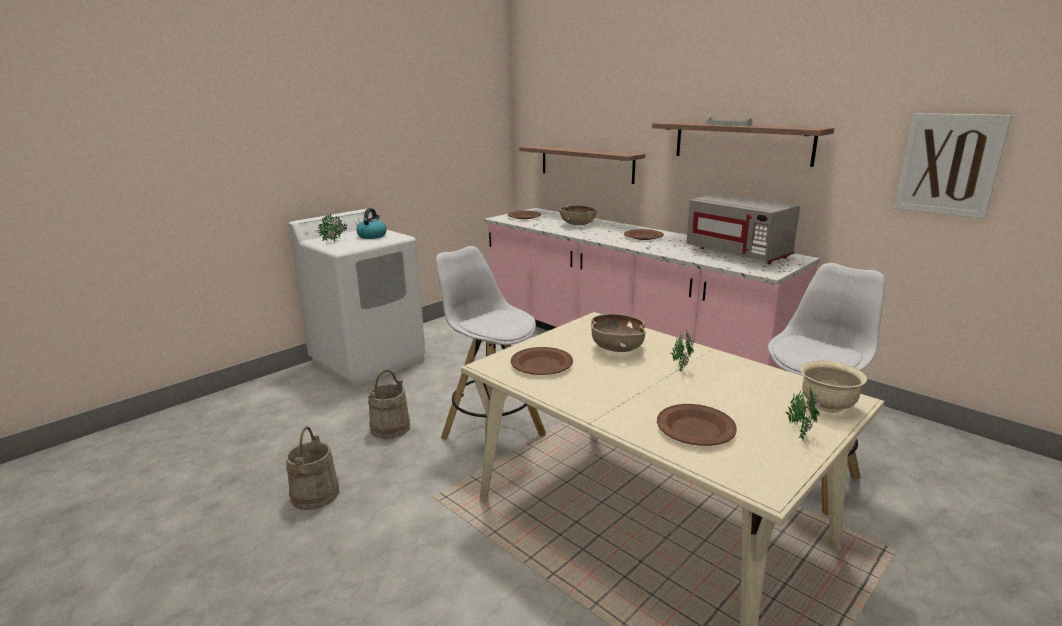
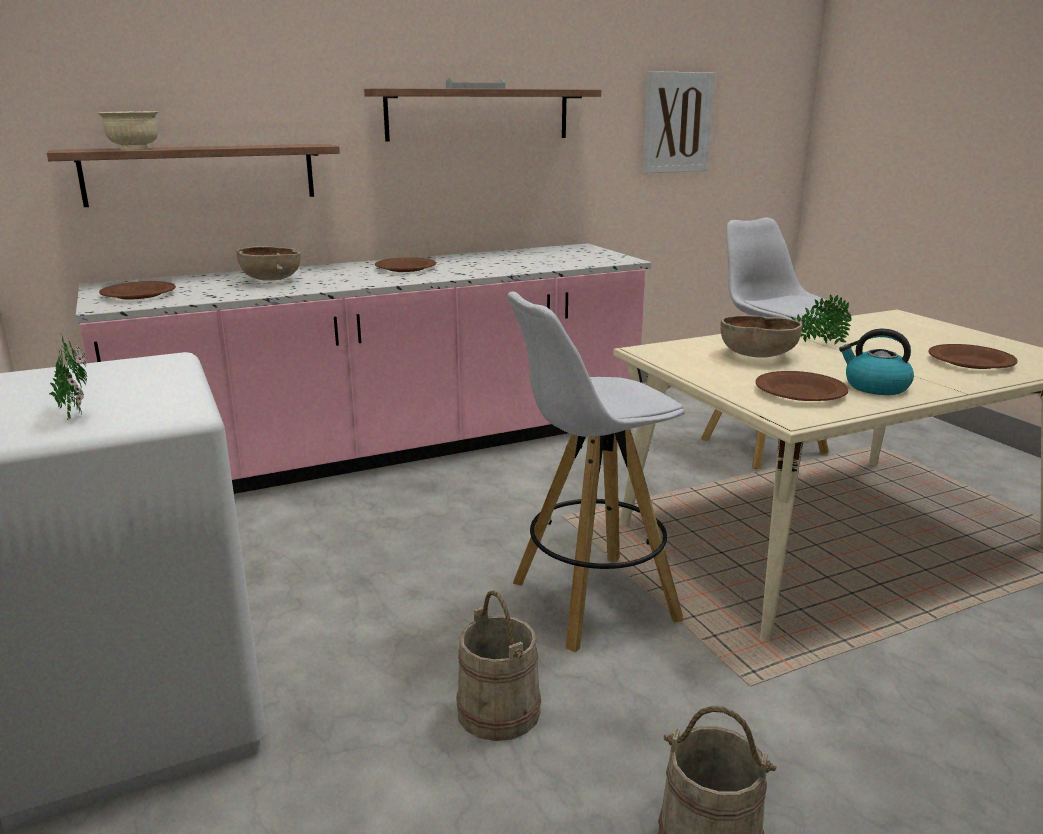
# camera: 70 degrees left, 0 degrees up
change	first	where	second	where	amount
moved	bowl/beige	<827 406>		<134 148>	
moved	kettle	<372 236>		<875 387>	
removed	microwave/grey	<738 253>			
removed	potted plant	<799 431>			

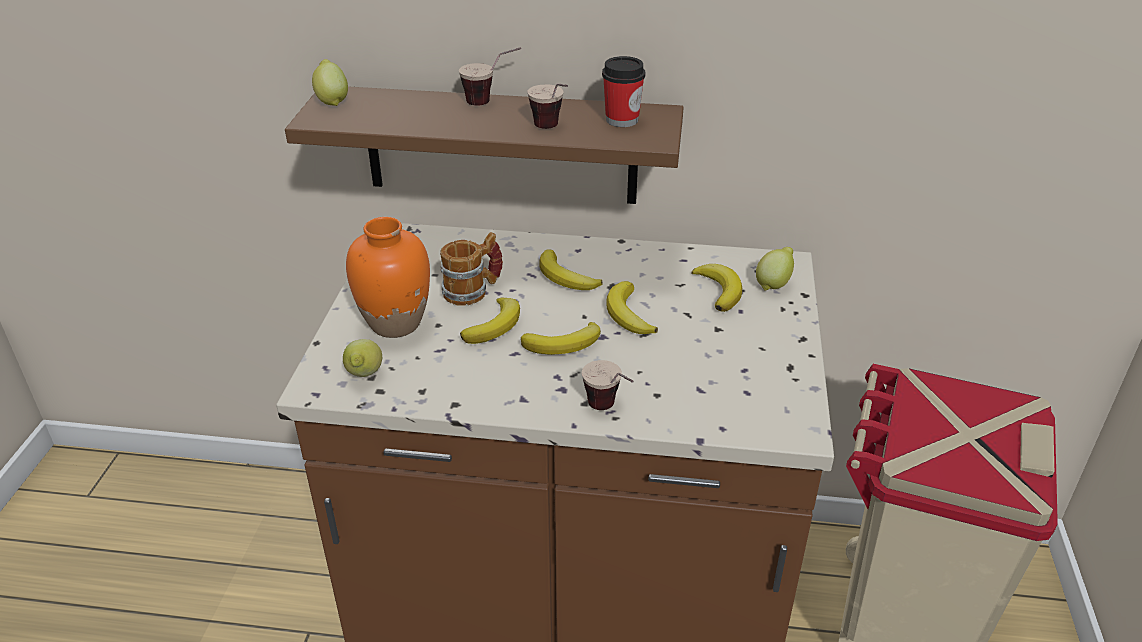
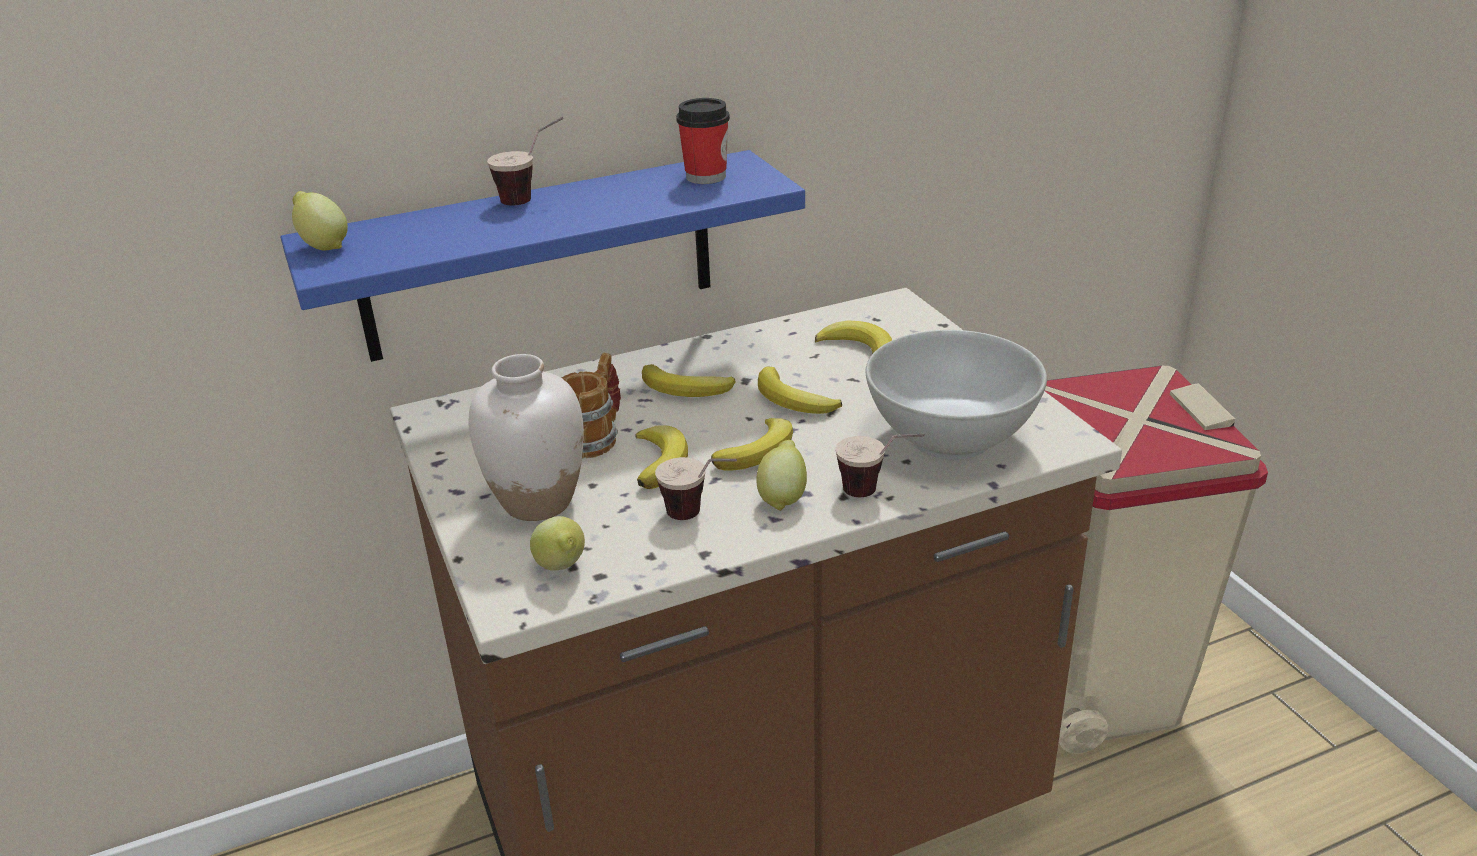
# camera: 30 degrees left, 5 degrees down
change	first	where	second	where	amount
recoloured	shelf/brown	<501 145>	shelf/blue	<538 257>	
recoloured	vase/orange	<395 323>	vase/white	<537 501>	
moved	cup	<552 130>		<700 517>	
moved	lemon	<773 284>		<783 498>	
added			bowl/white	<951 439>	

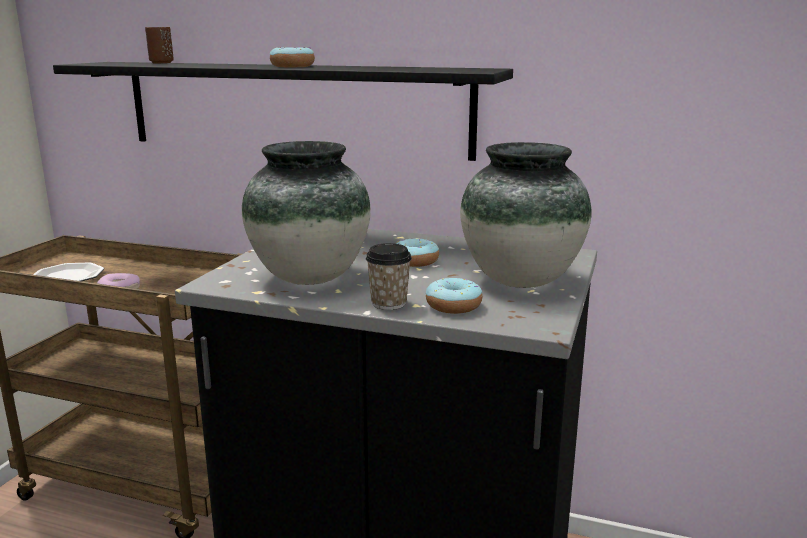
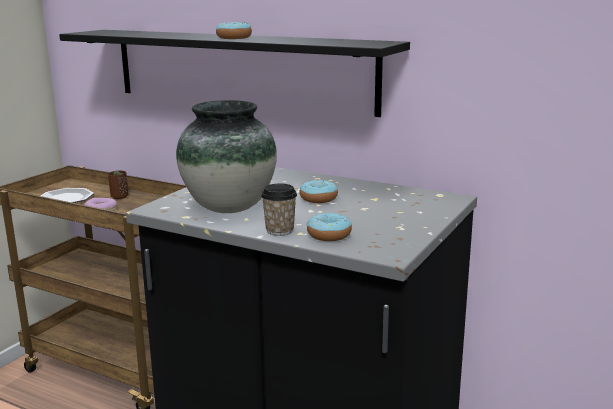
# camera: 10 degrees right, 0 degrees up
change	first	where	second	where	amount
moved	cup/brown	<161 63>		<119 197>	
removed	vase	<519 280>			

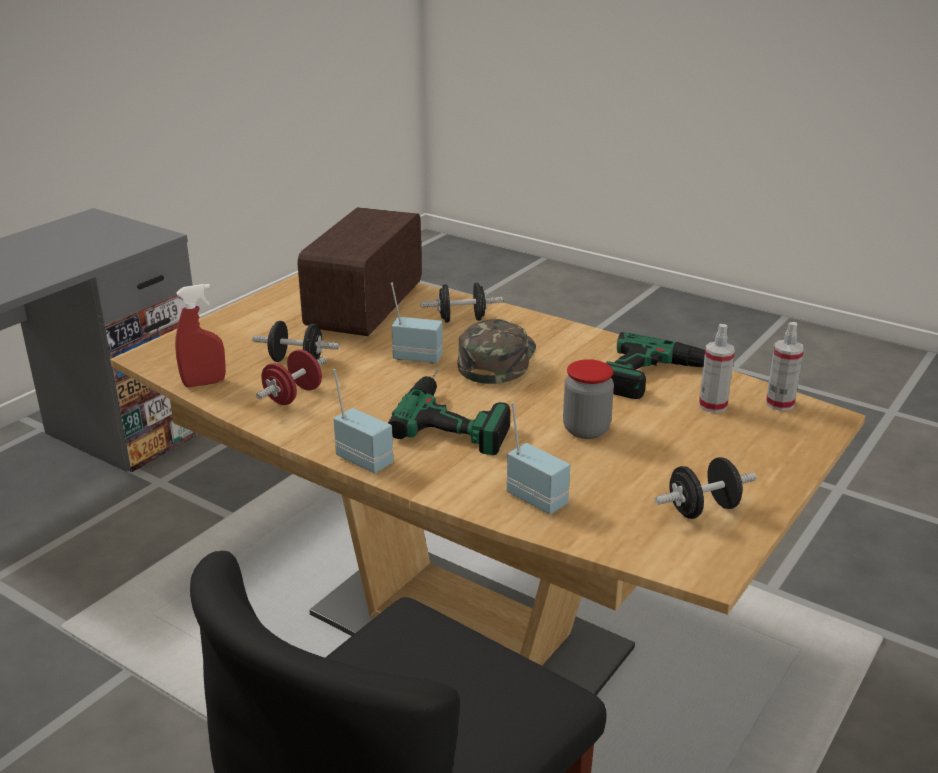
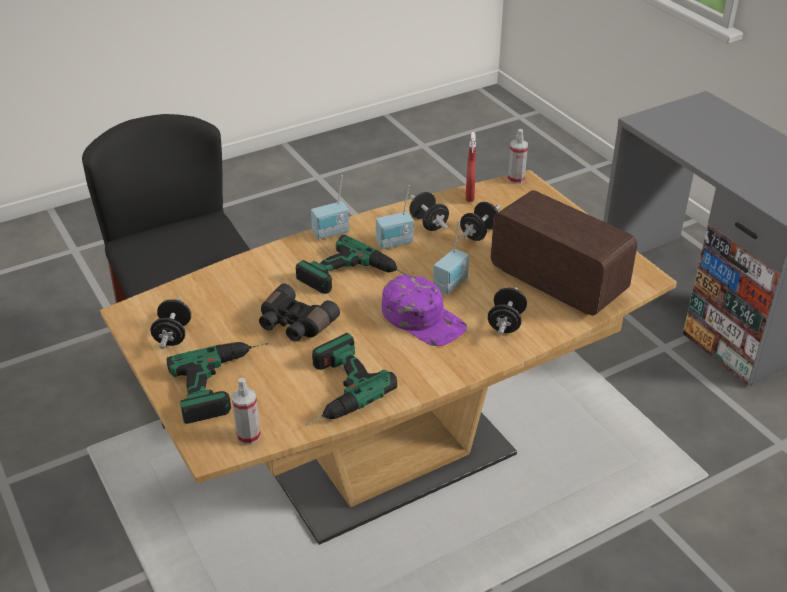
# camera: 115 degrees right, 10 degrees up
change	first	where	second	where	amount
added			power drill	<226 382>	
replaced	jar	<586 430>	binoculars/black	<294 324>	
moved	radio	<538 498>		<395 243>	
recoloured	cap/green	<496 359>	cap/purple	<423 319>	
recoloured	dumbbell/red	<293 396>	dumbbell/black	<428 223>	
moved	spray bottle	<712 406>		<516 179>	

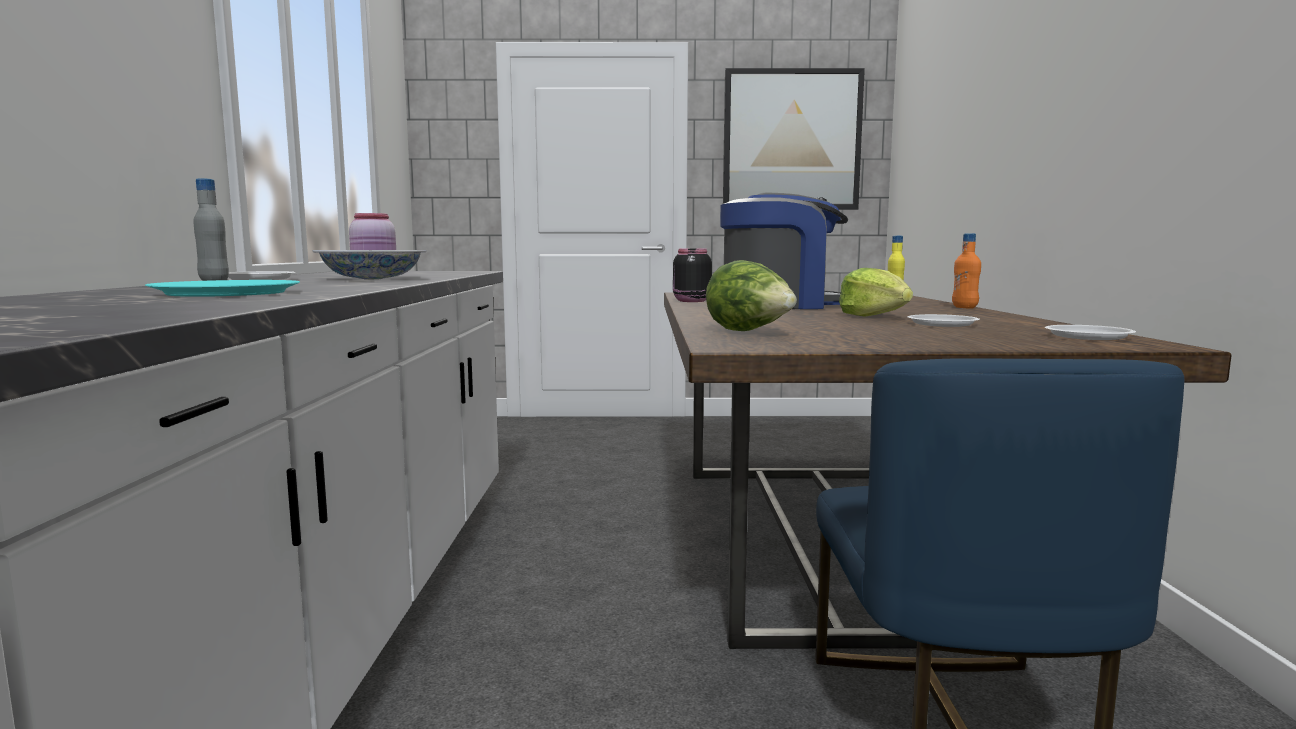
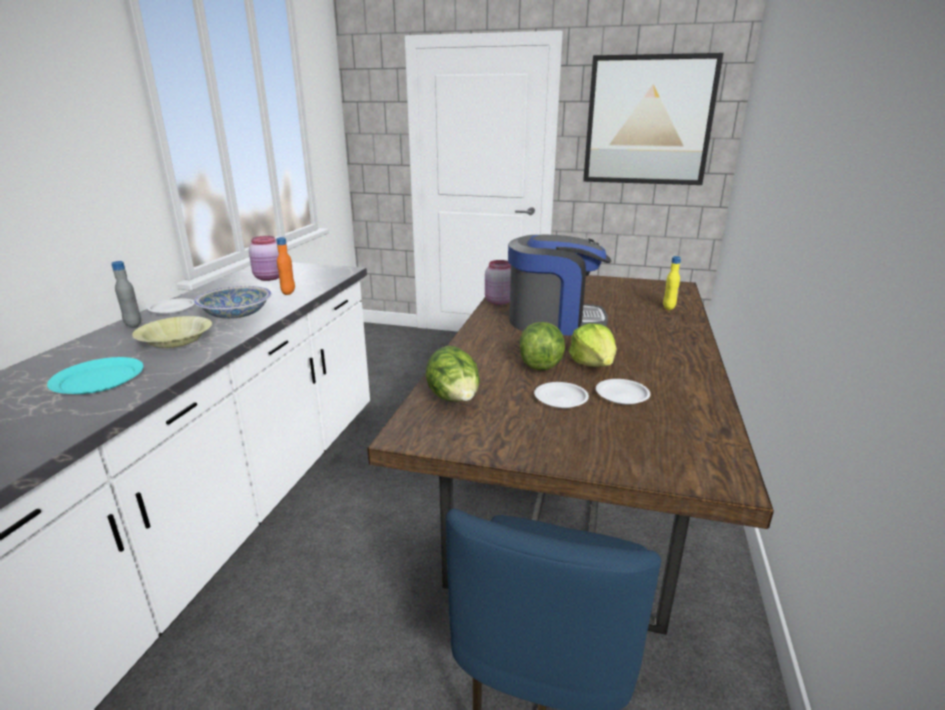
# camera: 15 degrees right, 15 degrees up
change	first	where	second	where	amount
added			bowl/yellow	<176 341>	
moved	bottle/orange	<964 307>		<288 292>	
recoloured	jar/black	<690 301>	jar/pink	<498 301>	
added			lettuce	<540 363>	
moved	plate/white	<1087 337>		<560 398>	

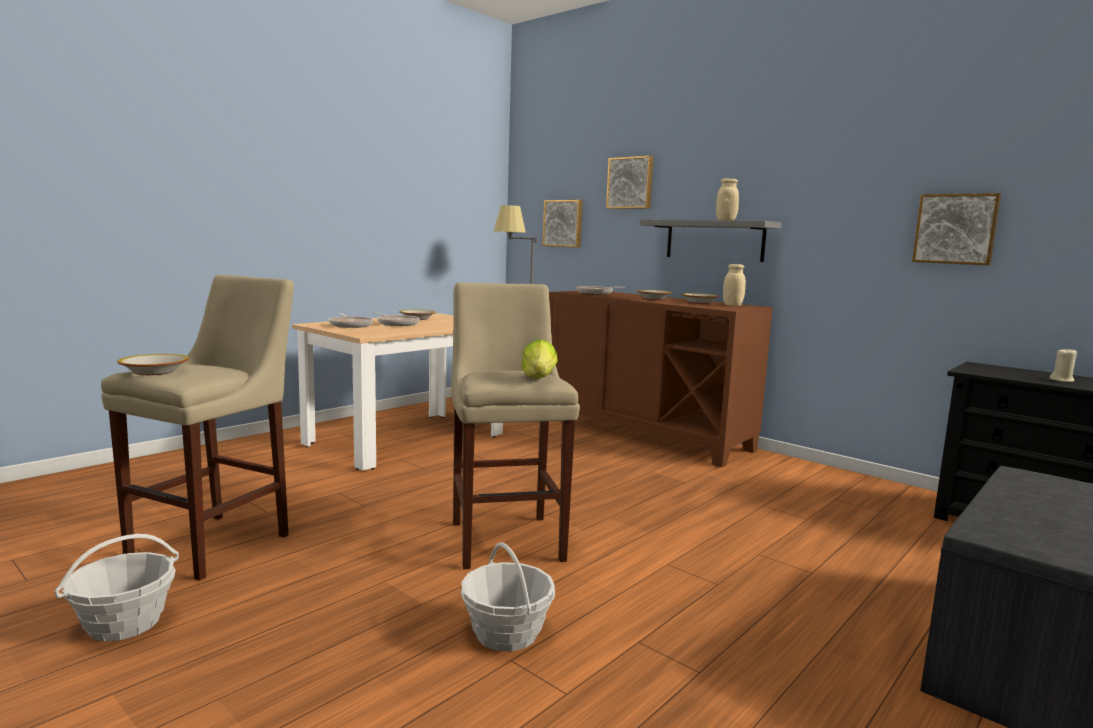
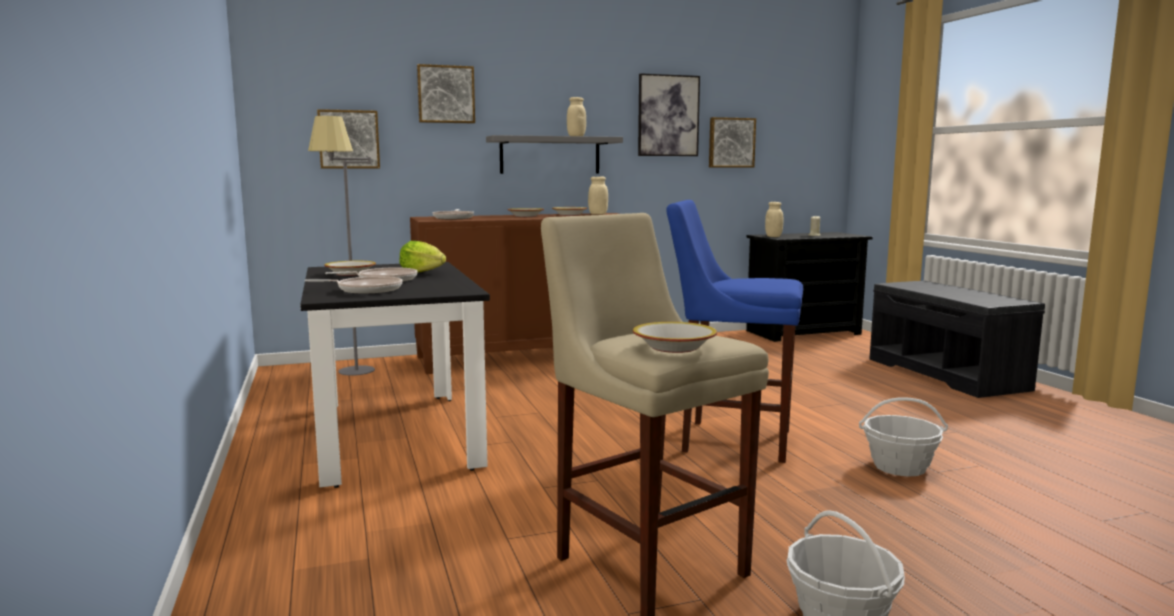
# camera: 60 degrees left, 0 degrees up
change	first	where	second	where	amount
recoloured	dining table/beige	<405 440>	dining table/black	<395 435>	
moved	lettuce	<539 379>		<422 272>	
added			picture	<668 115>	
recoloured	stool/beige	<506 538>	stool/blue	<730 440>	
added			jar/beige	<773 236>	

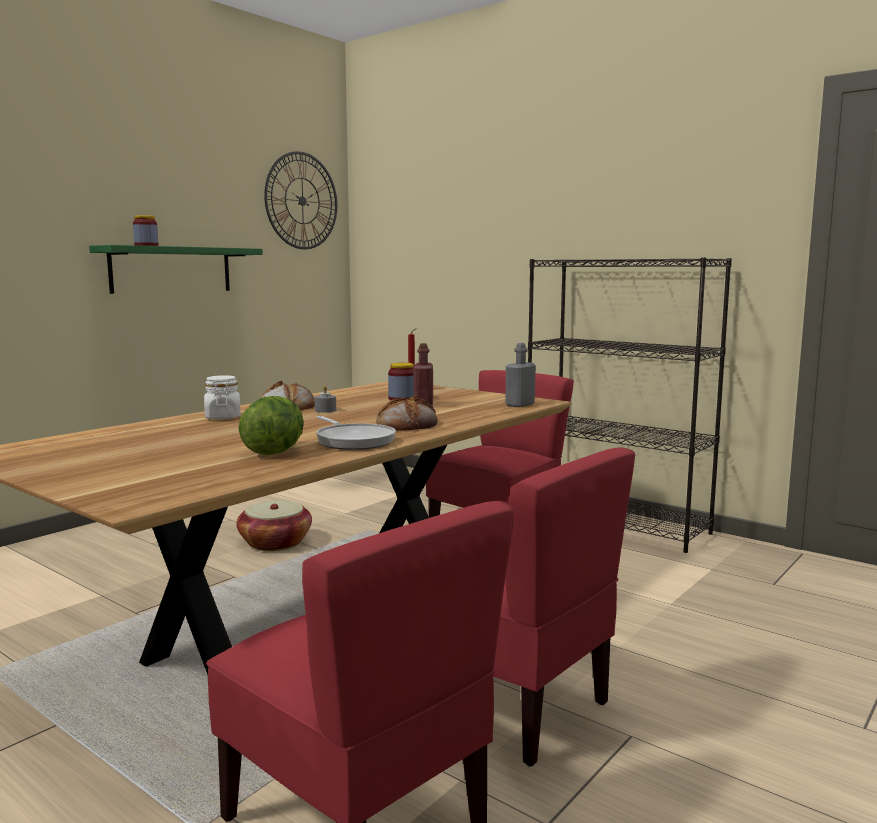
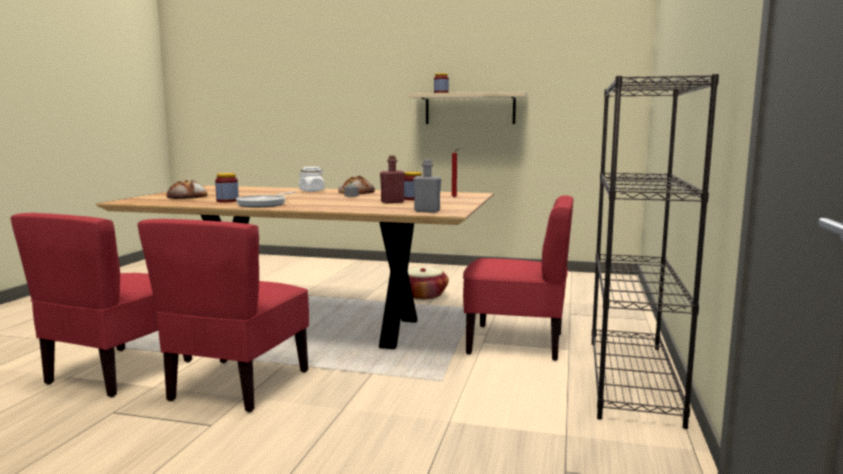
# camera: 65 degrees right, 0 degrees up
change	first	where	second	where	amount
moved	bread	<407 424>		<188 197>	
replaced	lettuce	<274 452>	jar	<227 201>	
recoloured	shelf/green	<171 269>	shelf/beige	<470 108>	
removed	wall clock	<302 201>			

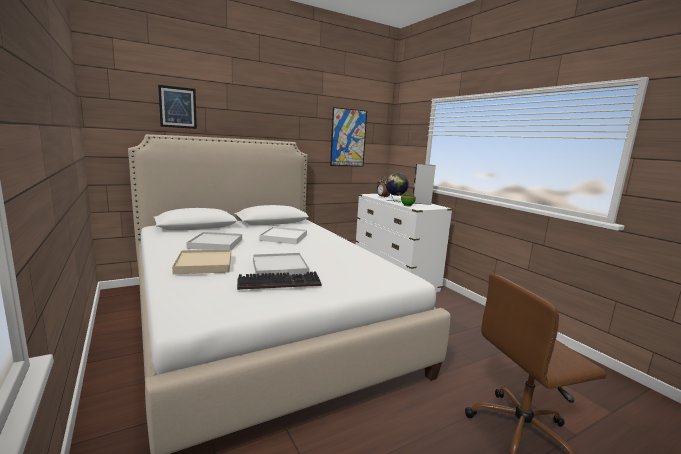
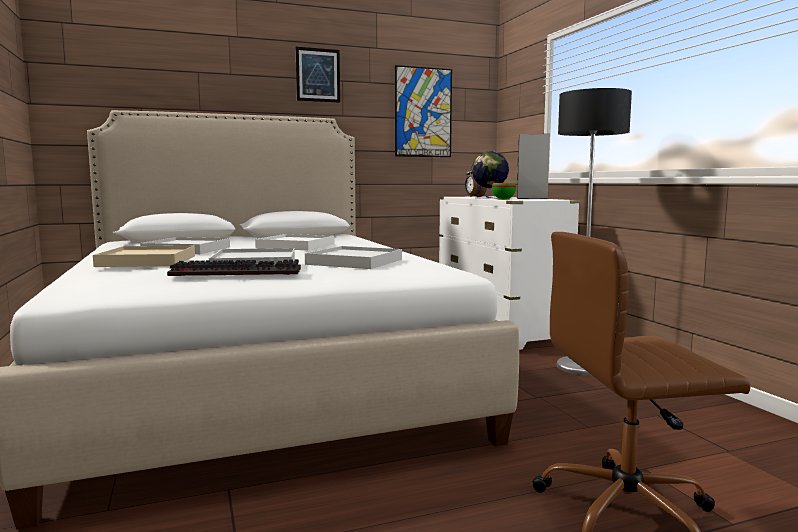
# camera: 10 degrees right, 5 degrees down
change	first	where	second	where	amount
moved	picture	<178 107>		<318 75>	
added			tray/white	<355 262>	
added			floor lamp	<581 367>	

